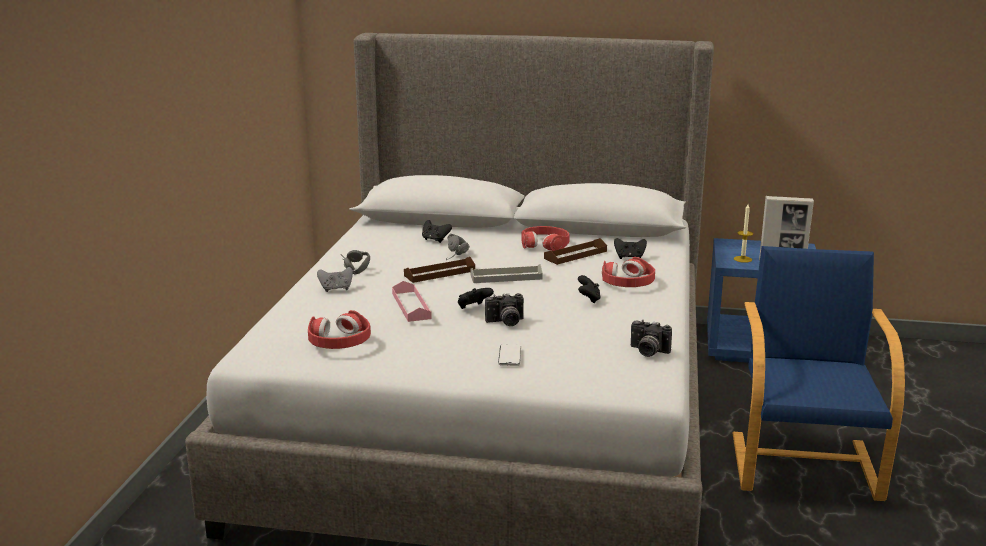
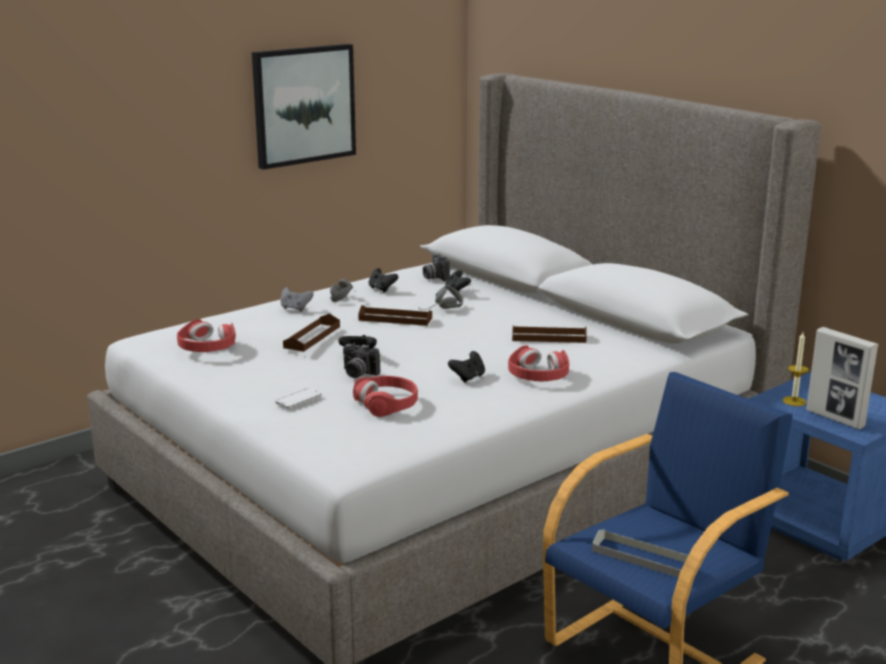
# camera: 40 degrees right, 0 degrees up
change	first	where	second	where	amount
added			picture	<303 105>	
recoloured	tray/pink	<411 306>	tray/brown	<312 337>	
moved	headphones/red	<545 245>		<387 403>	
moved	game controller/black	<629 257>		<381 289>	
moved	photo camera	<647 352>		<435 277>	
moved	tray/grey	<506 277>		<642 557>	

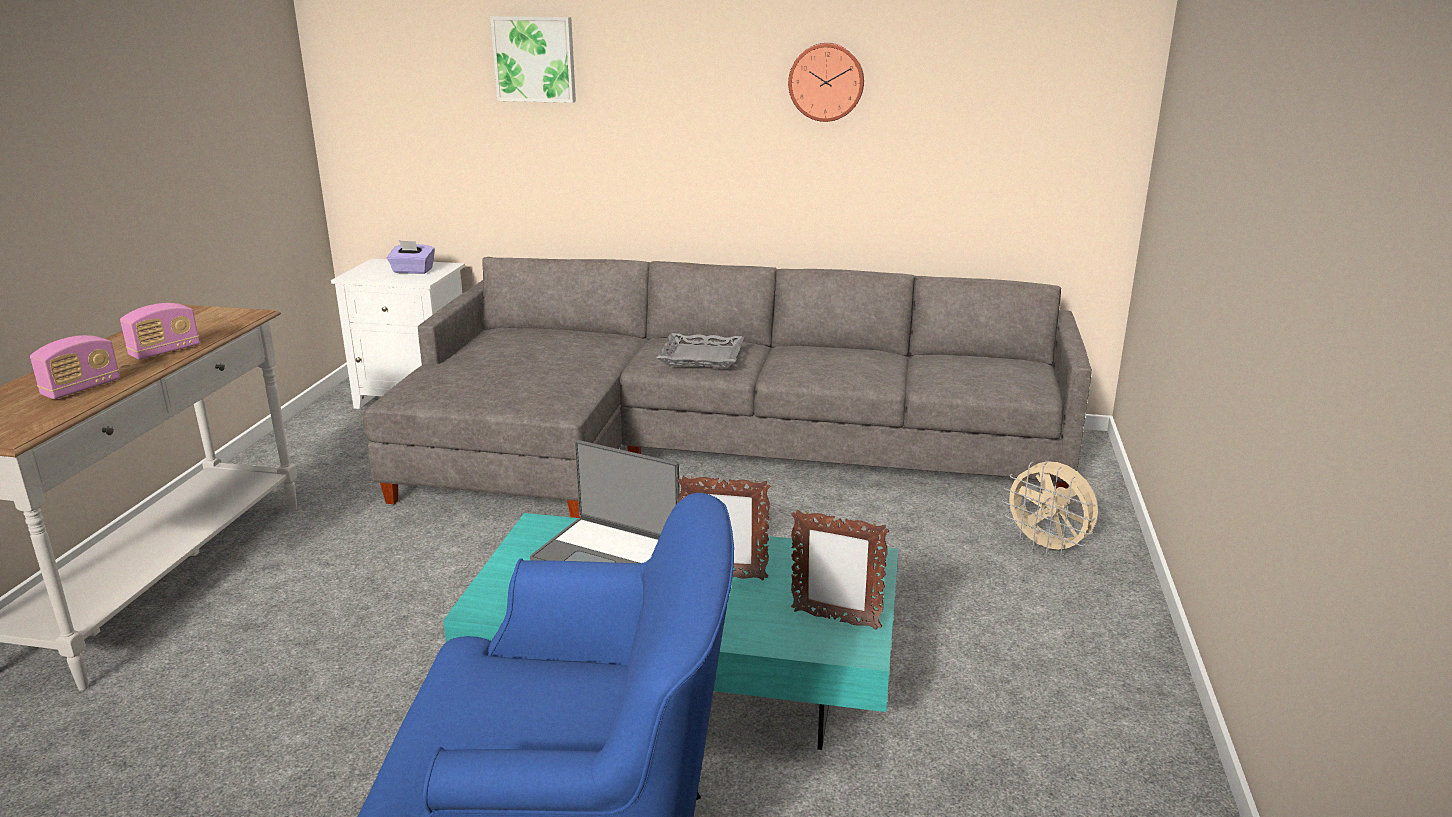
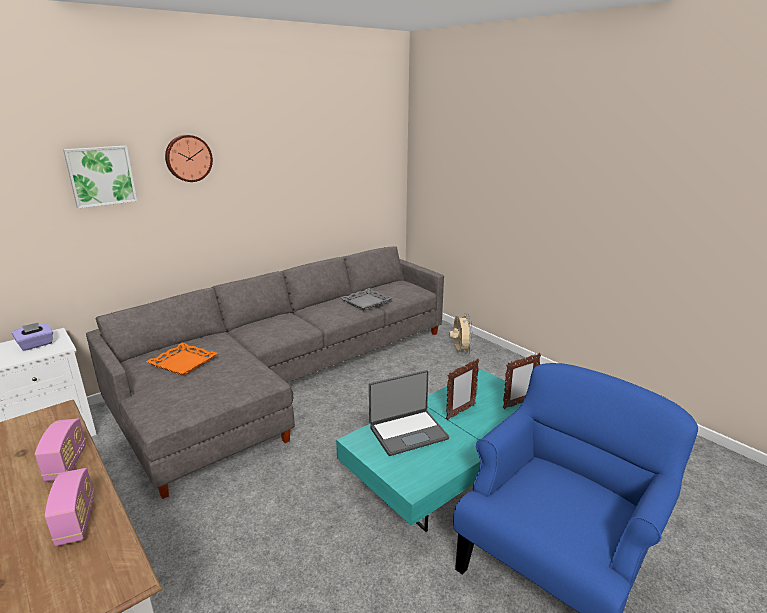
# camera: 50 degrees left, 0 degrees up
change	first	where	second	where	amount
added			tray/orange	<183 363>	
moved	wall clock	<826 82>		<188 158>	
moved	tray/grey	<701 357>		<366 302>	
turned	fan/beige	<1047 547>		<460 352>	90 degrees counterclockwise

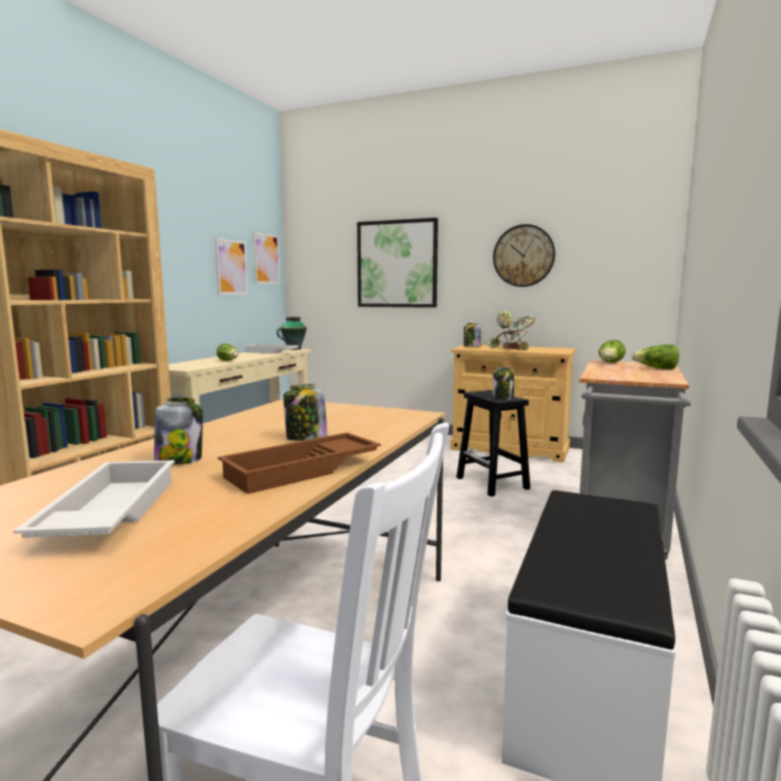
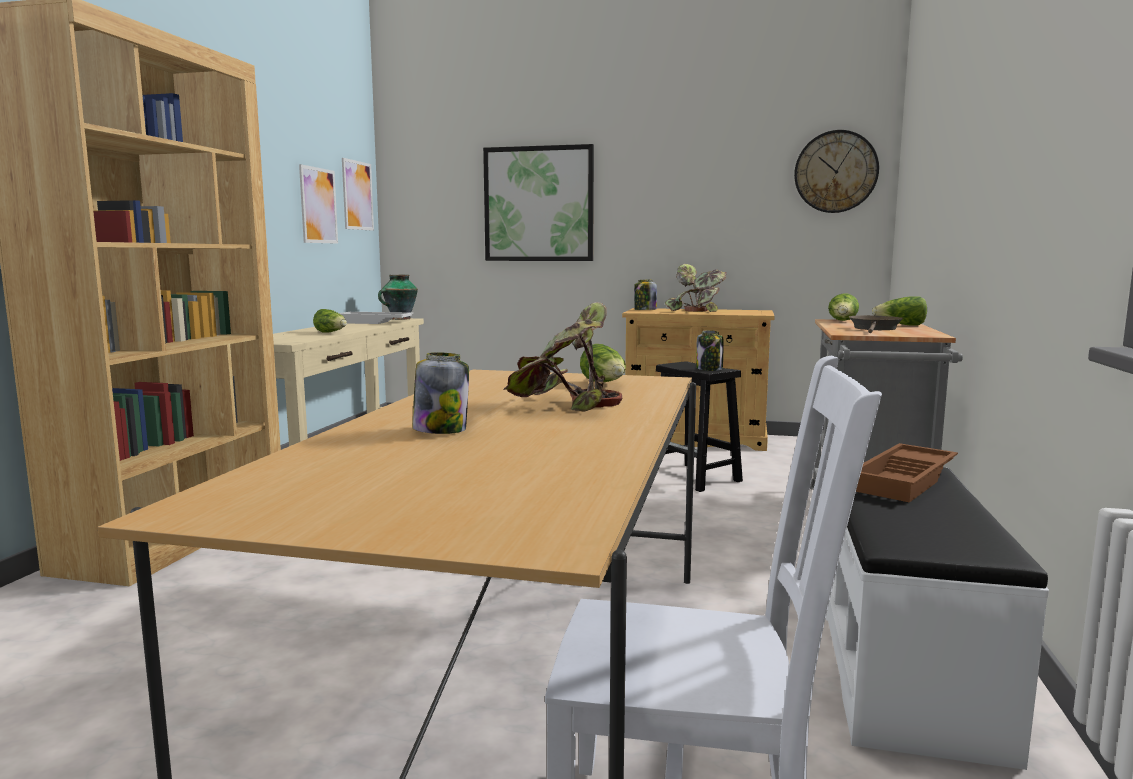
# camera: 10 degrees left, 0 degrees up
change	first	where	second	where	amount
replaced	jar	<305 438>	potted plant	<563 405>	
added			lettuce	<605 383>	
moved	wall clock	<523 256>		<835 172>	
added			frying pan/brown	<875 329>	
moved	tray/brown	<302 471>		<906 481>	
removed	tray/white	<107 513>			

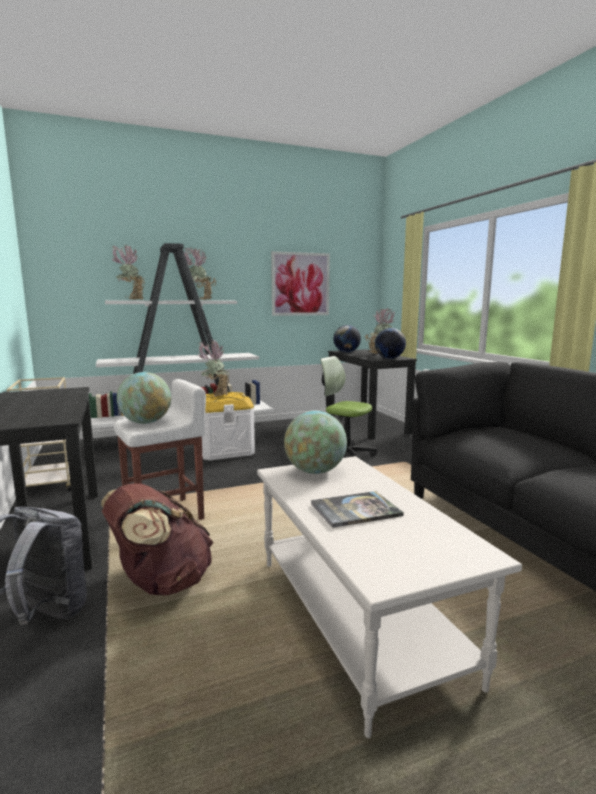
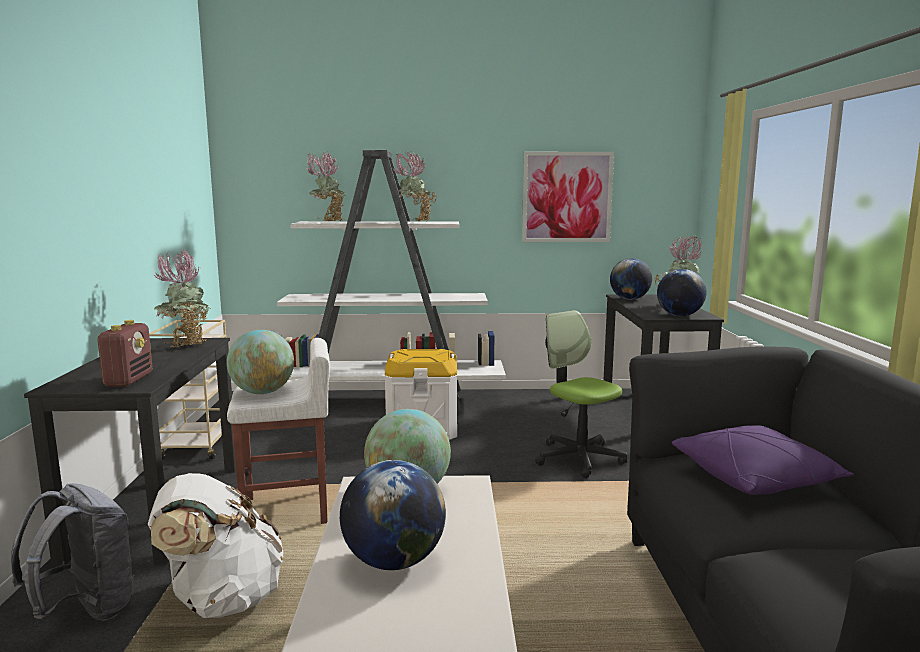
# camera: 20 degrees right, 0 degrees up
change	first	where	second	where	amount
added			radio	<129 380>	
recoloured	backpack/brown	<161 583>	backpack/white	<222 600>	
moved	potted plant	<215 396>		<186 344>	
replaced	book	<355 510>	globe	<394 561>	
added			pillow/purple	<755 479>	

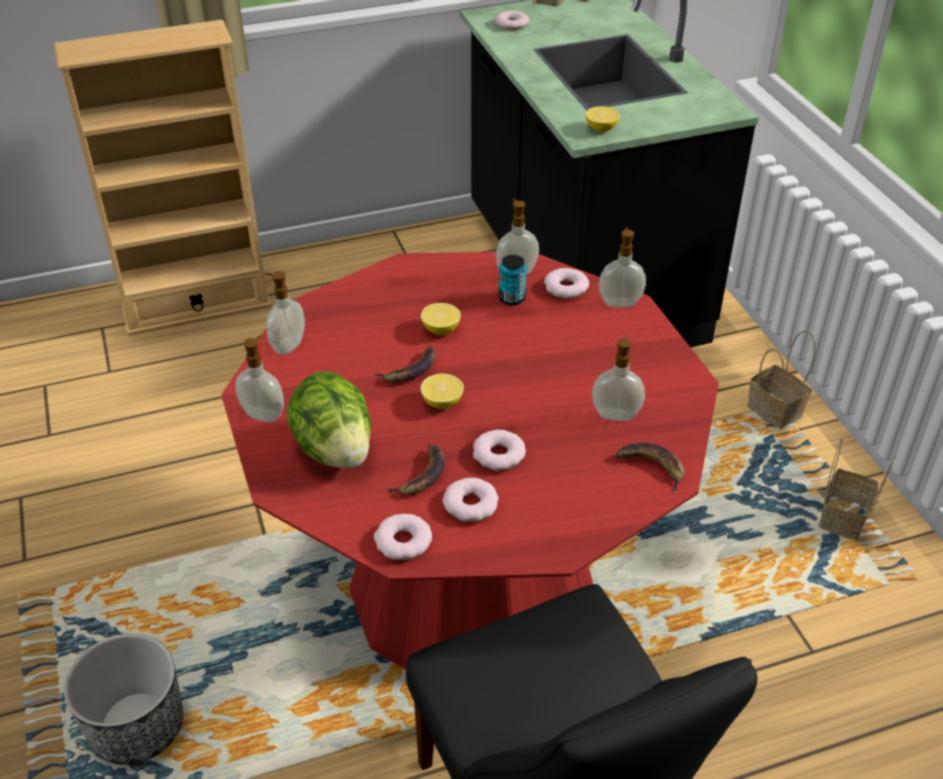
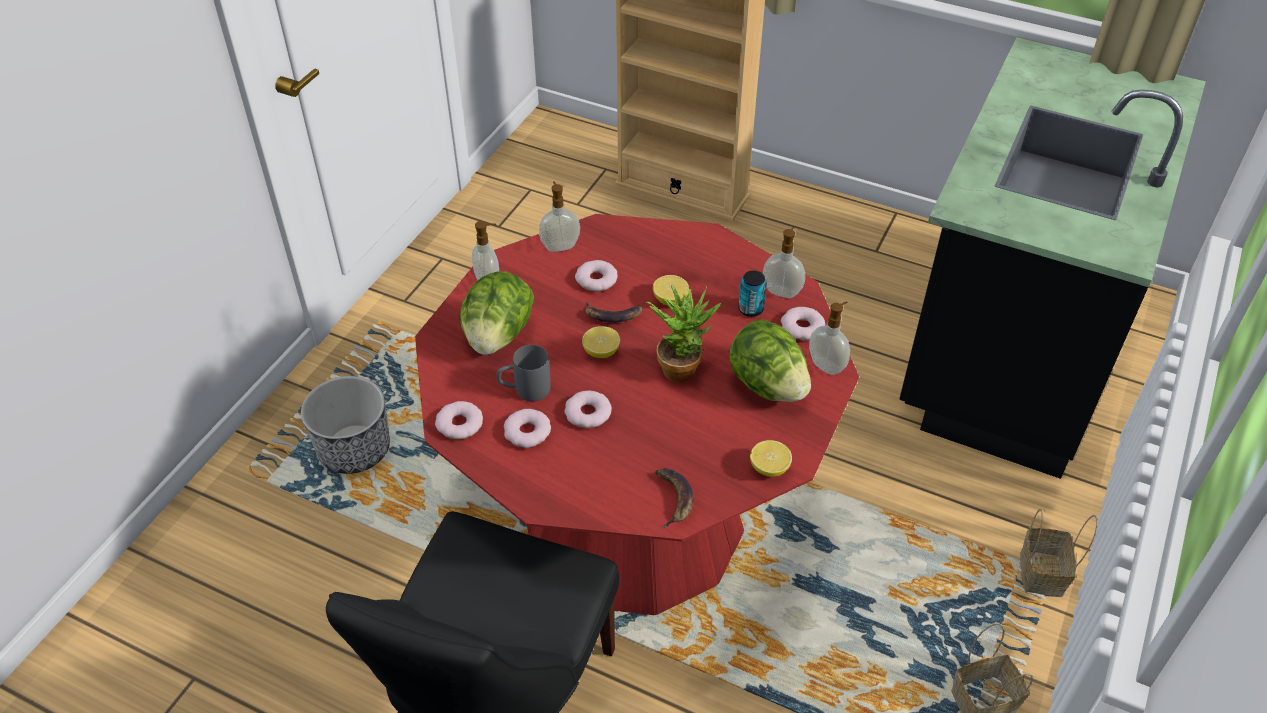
# camera: 45 degrees right, 5 degrees up
change	first	where	second	where	amount
replaced	banana	<421 475>	mug/grey	<524 390>	
moved	donut	<511 24>		<596 279>	
added			potted plant	<682 366>	
added			lettuce	<767 385>	
moved	lemon	<601 129>		<769 468>	
removed	soap dispenser	<616 414>			

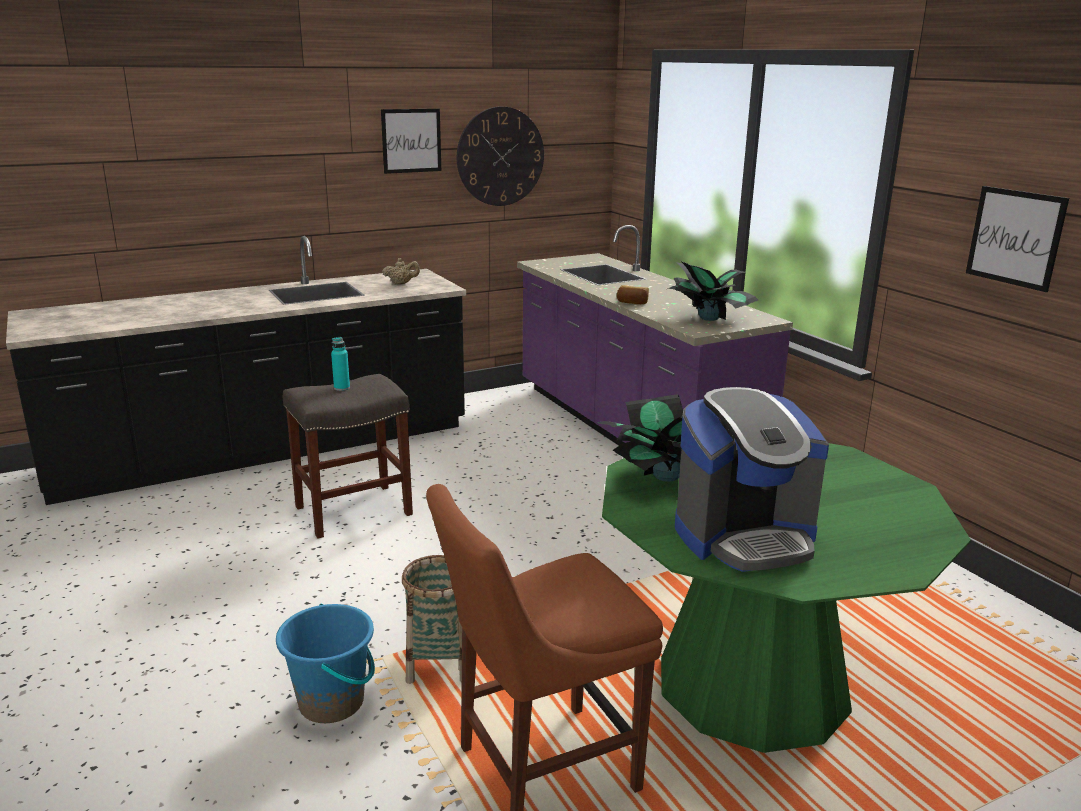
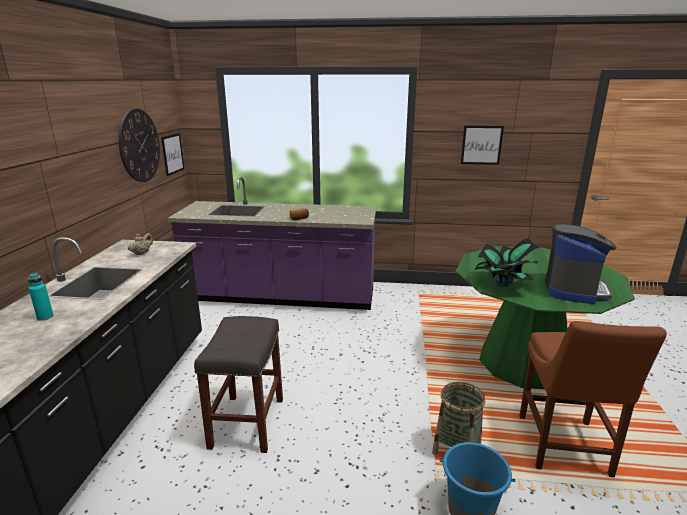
# camera: 55 degrees left, 0 degrees up
change	first	where	second	where	amount
moved	bottle/turquoise	<342 388>		<45 317>	
moved	picture	<411 140>		<172 154>	
removed	potted plant	<708 318>			

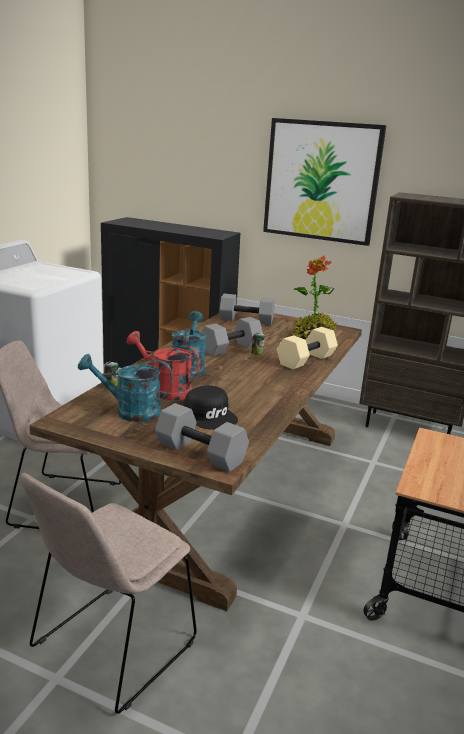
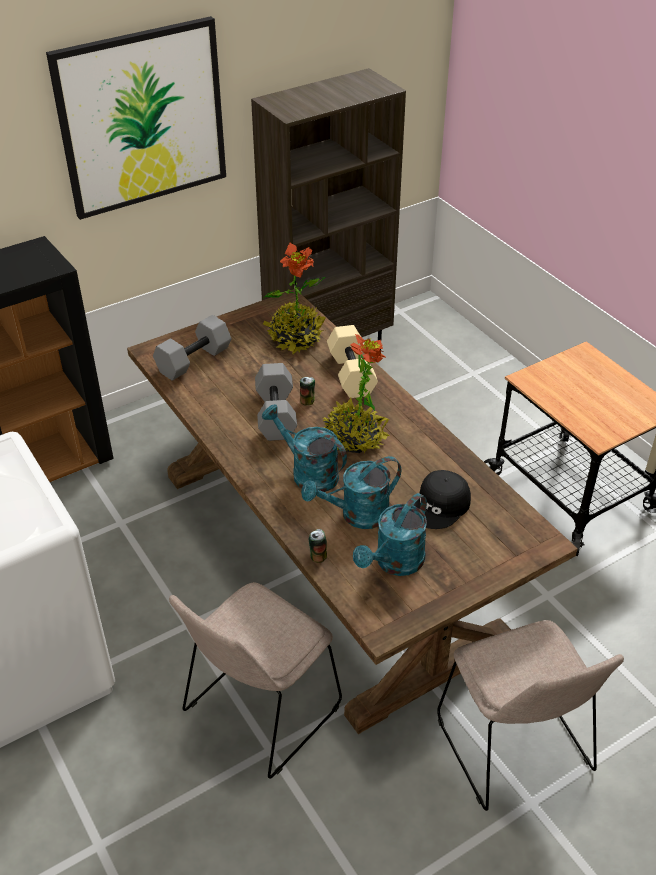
# camera: 55 degrees left, 20 degrees up
change	first	where	second	where	amount
recoloured	watering can/red	<165 390>	watering can/turquoise	<357 515>	
added			potted plant	<354 438>	
turned	cap/black	<210 415>		<440 506>	135 degrees clockwise
removed	dumbbell/grey	<202 453>			

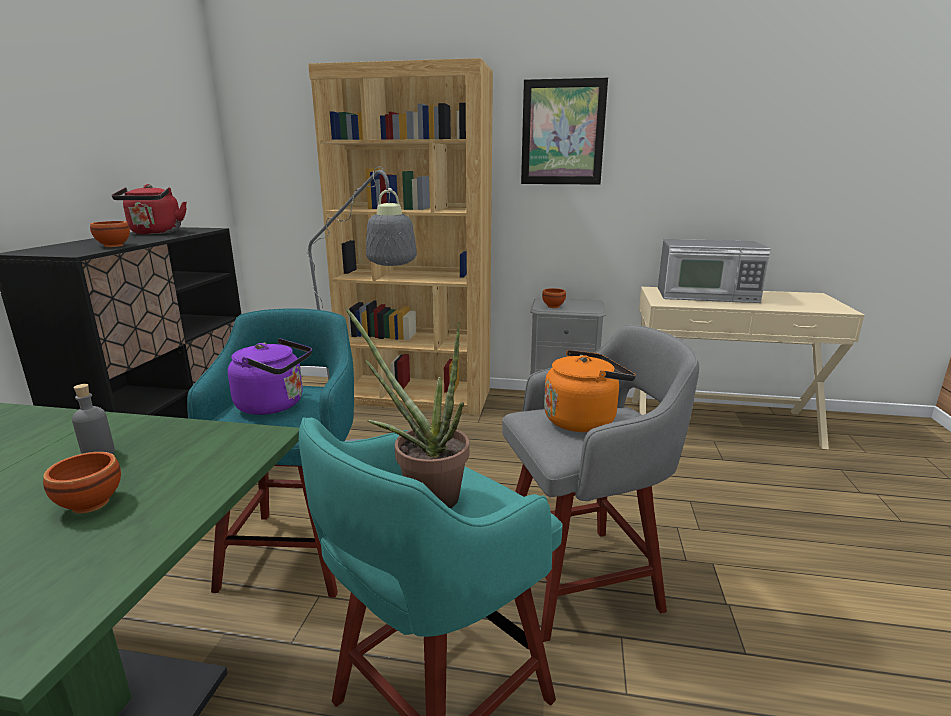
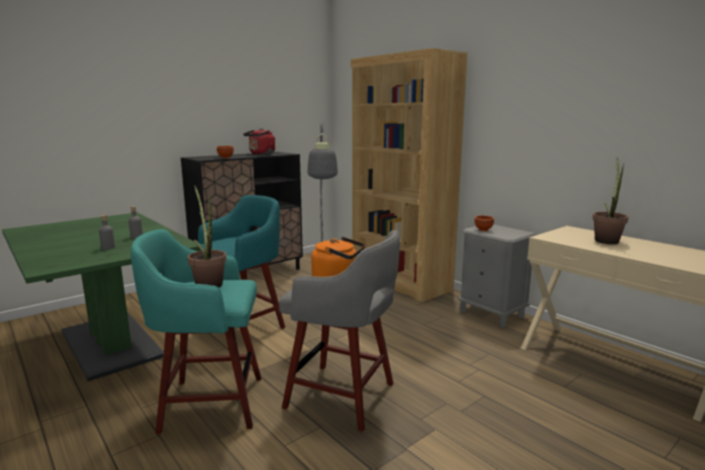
# camera: 40 degrees right, 5 degrees down
change	first	where	second	where	amount
replaced	bowl/brown	<88 504>	bottle/grey	<108 248>	
replaced	microwave	<707 295>	potted plant	<606 240>	
removed	kettle/purple	<275 405>			
removed	picture	<562 133>			

